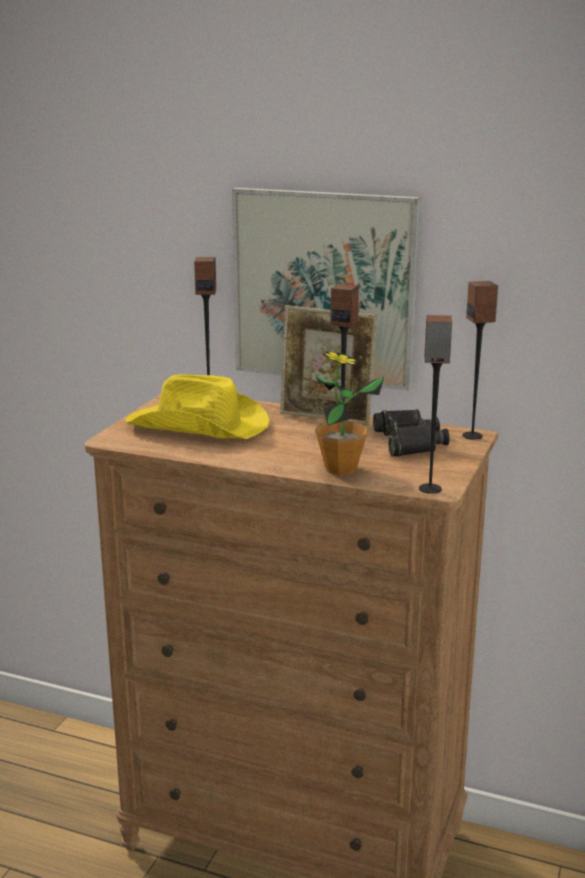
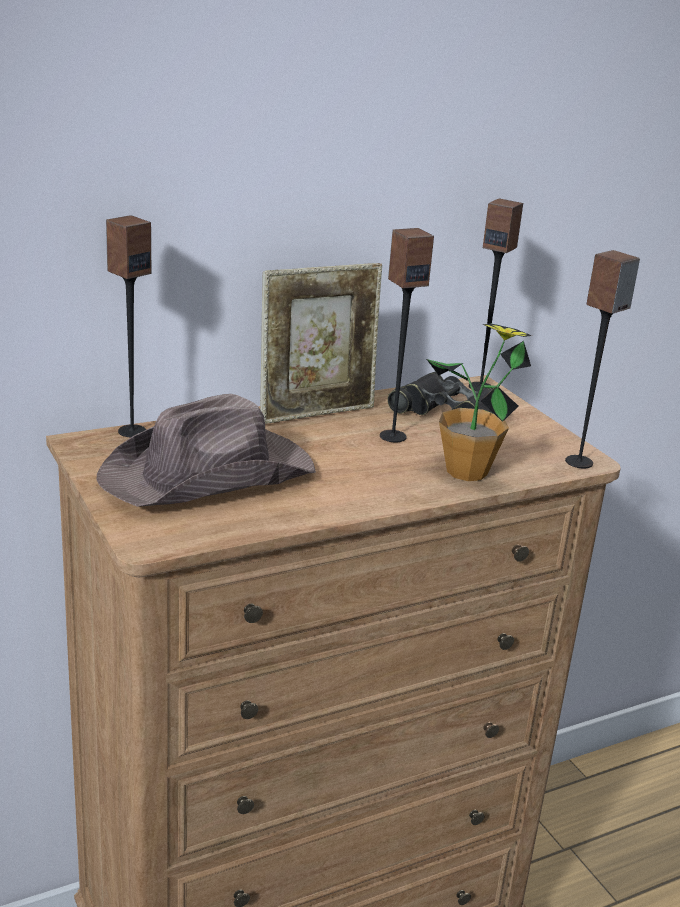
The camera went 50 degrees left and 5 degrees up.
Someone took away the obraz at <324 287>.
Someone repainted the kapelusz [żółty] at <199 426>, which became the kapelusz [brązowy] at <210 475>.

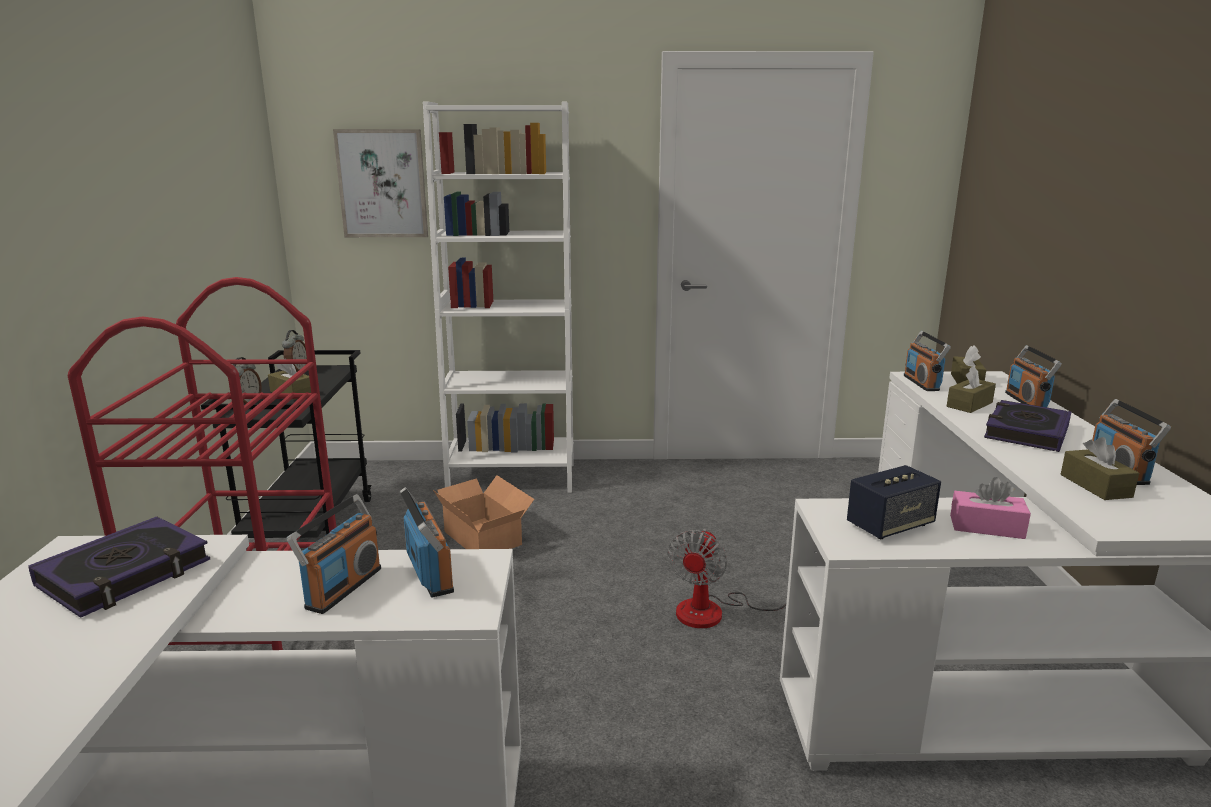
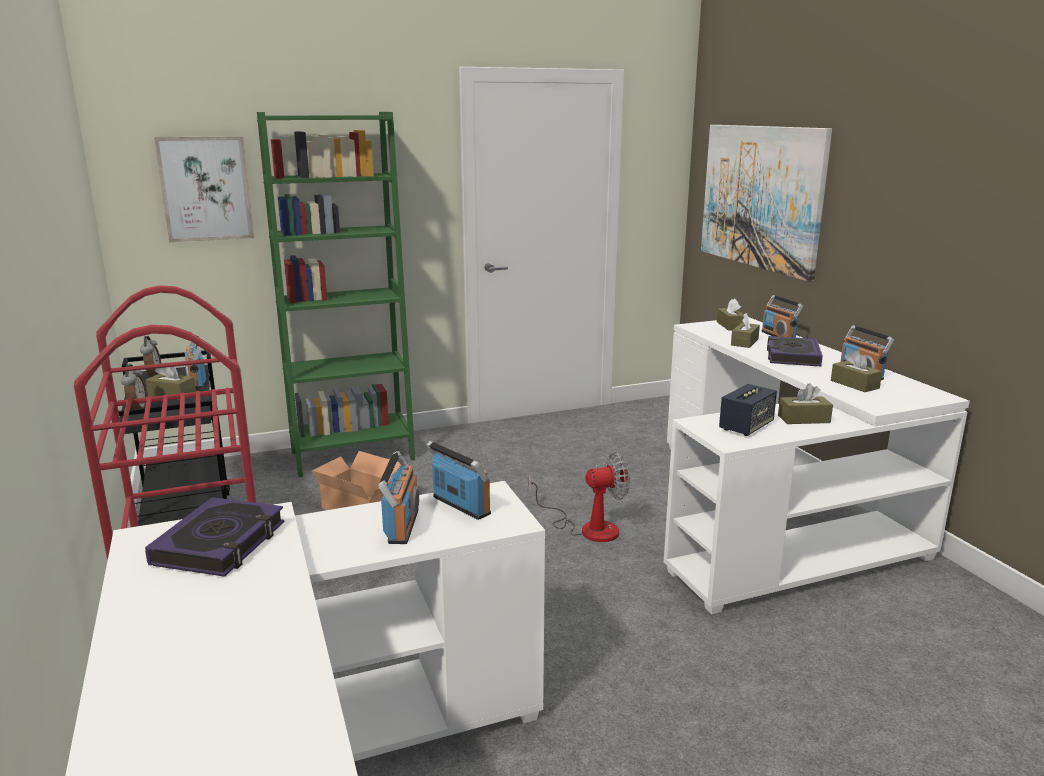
The camera went 20 degrees left and 0 degrees up.
Someone repainted the regał [biały] at <512 477>, which became the regał [zielony] at <352 455>.
Someone carried the radio from <922 383> to <196 381>.
Someone repainted the pudełko chusteczek [różowy] at <986 527>, which became the pudełko chusteczek [brązowy] at <803 419>.
Someone rotated the wentylator at <715 611> by 105 degrees counterclockwise.
Someone put up the obraz at <761 197>.

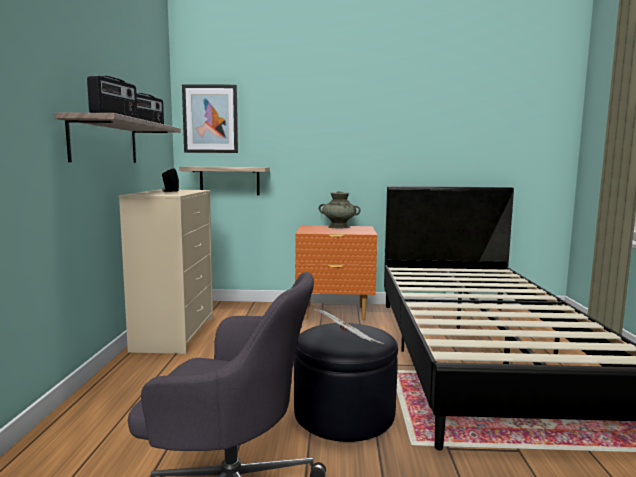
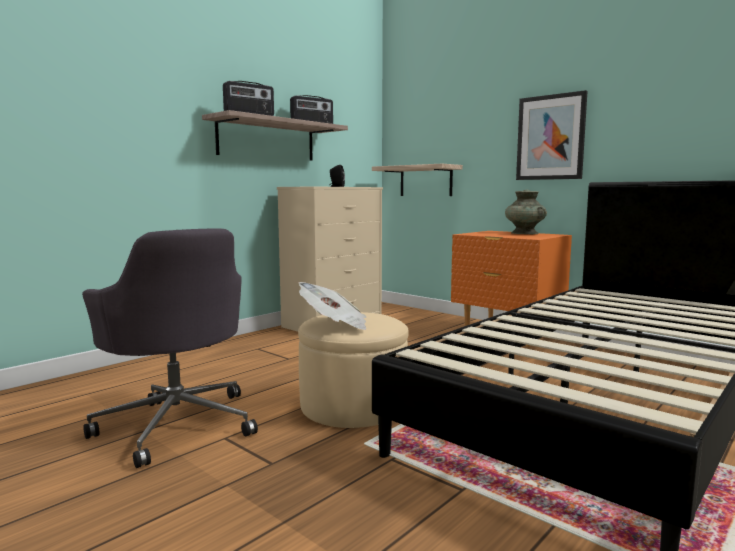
The camera went 40 degrees right and 0 degrees up.
Someone carried the obraz from <210 119> to <550 137>.
Someone repainted the pufa [czarny] at <344 413>, which became the pufa [beżowy] at <353 405>.

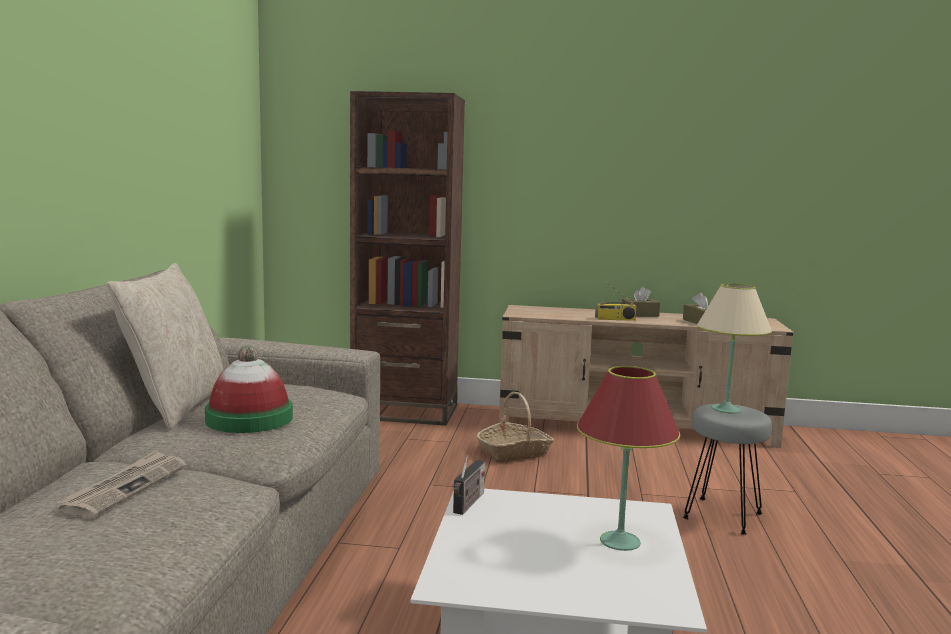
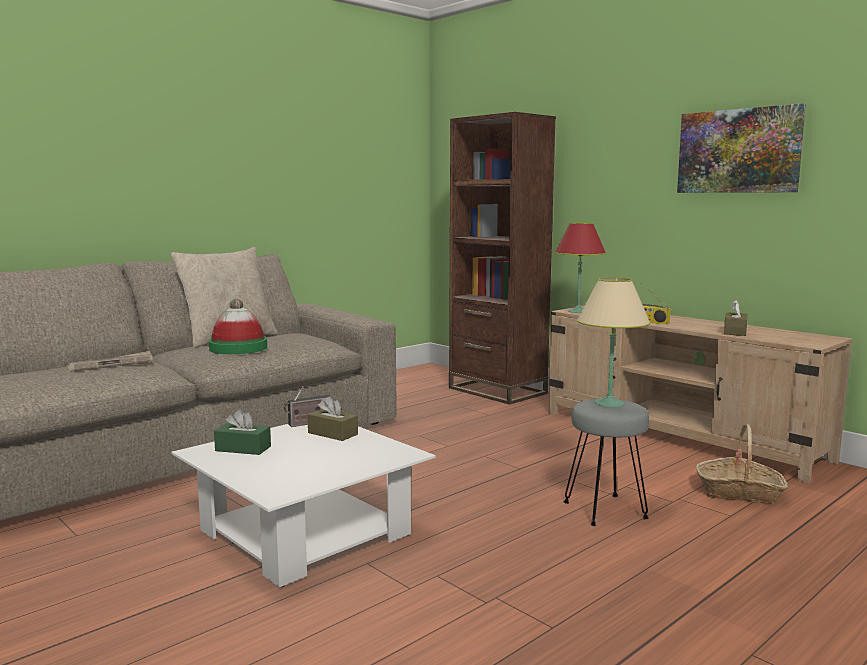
The camera went 40 degrees right and 0 degrees up.
Someone carried the pudełko chusteczek [brązowy] from <640 315> to <333 433>.
Someone carried the lampa stołowa [czerwony] from <620 542> to <578 311>.
Someone carried the koszyk from <514 453> to <739 492>.
Someone put up the obraz at <738 151>.
Someone put down the pudełko chusteczek [zielony] at <243 448>.

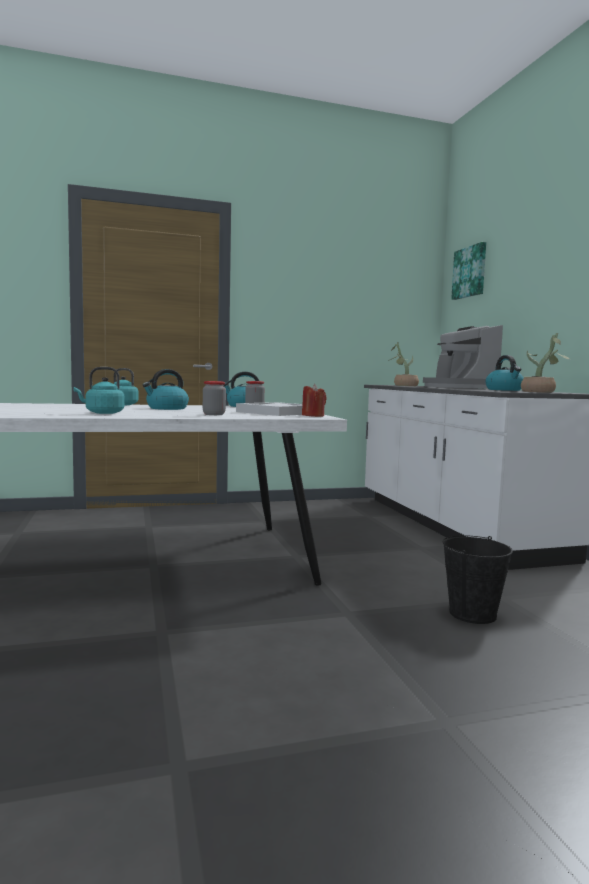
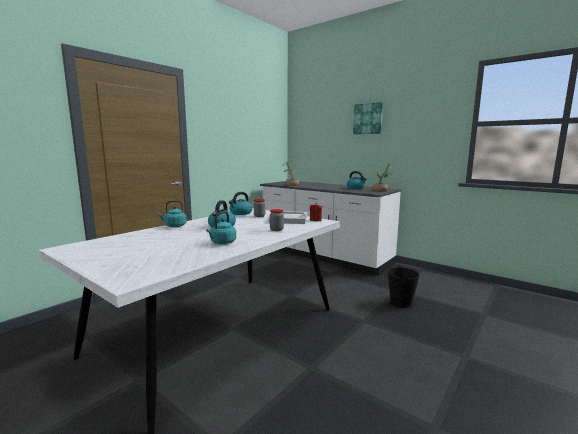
The camera went 35 degrees left and 5 degrees up.
Someone carried the obraz from <470 272> to <368 118>.
Someone took away the ekspres do kawy at <458 387>.

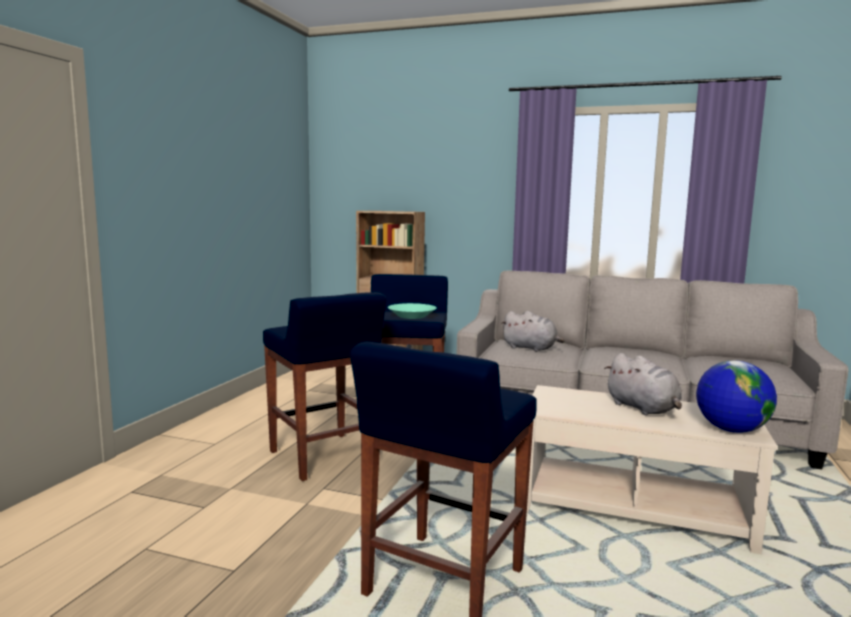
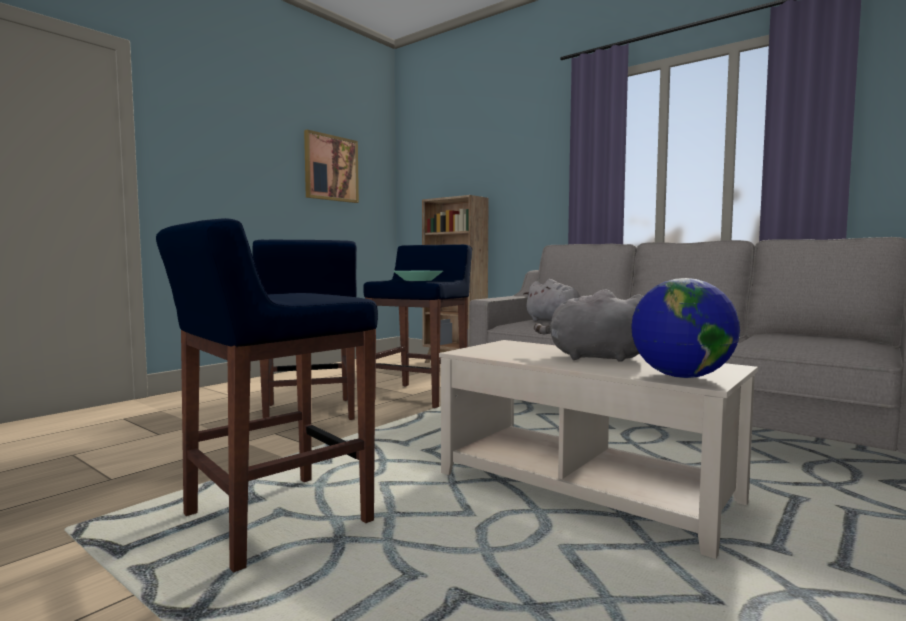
The camera went 20 degrees right and 5 degrees down.
Someone rotated the pluszak [szary] at <643 409> by 120 degrees clockwise.
Someone put up the obraz at <331 168>.

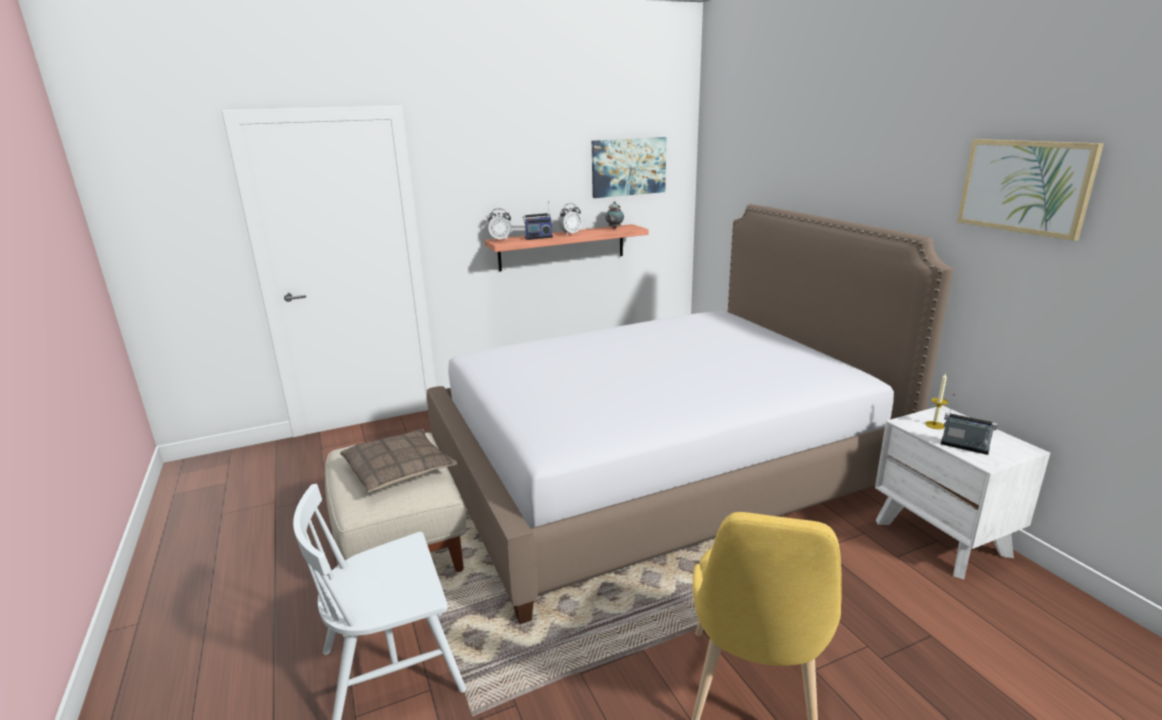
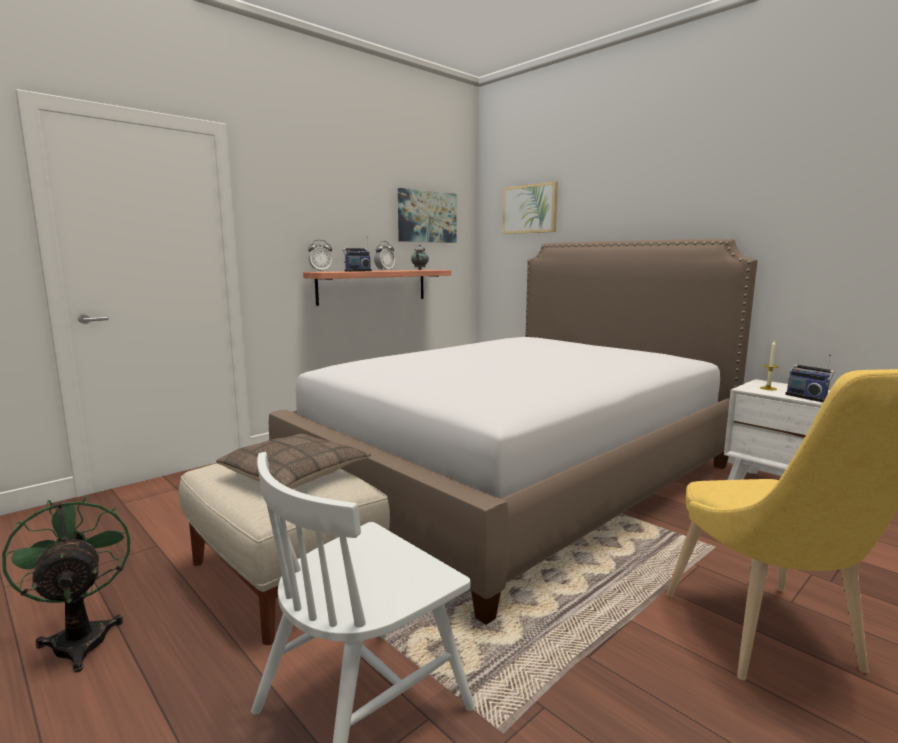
The camera went 20 degrees left and 10 degrees down.
Someone carried the obraz from <1025 186> to <530 209>.
Someone rotated the radio at <964 447> by 135 degrees counterclockwise.
Someone put down the wentylator [zielony] at <81 637>.

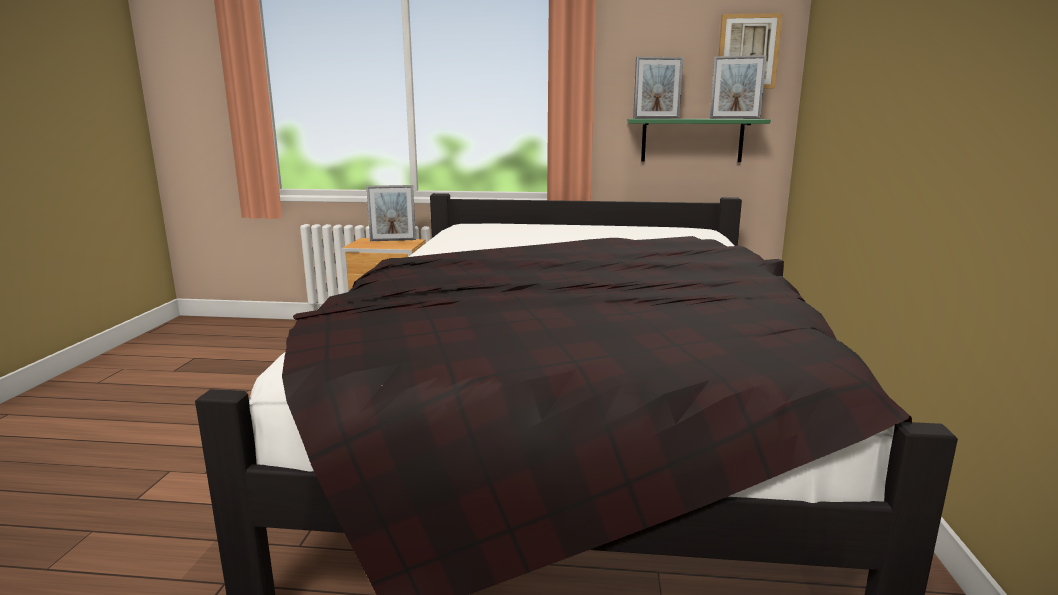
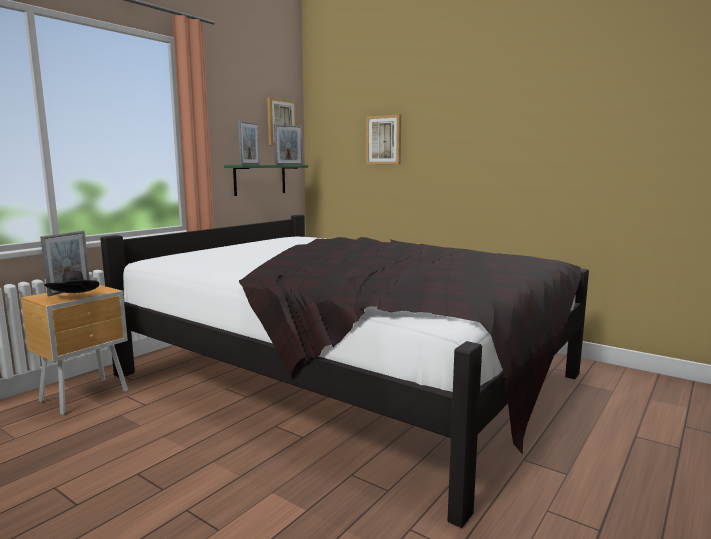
The camera went 60 degrees left and 5 degrees down.
Someone put up the obraz at <384 140>.
Someone put down the kapelusz [czarny] at <74 297>.

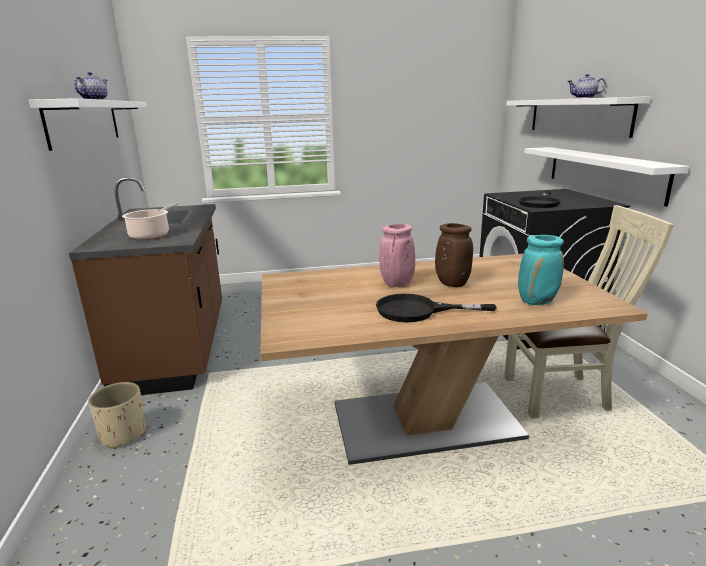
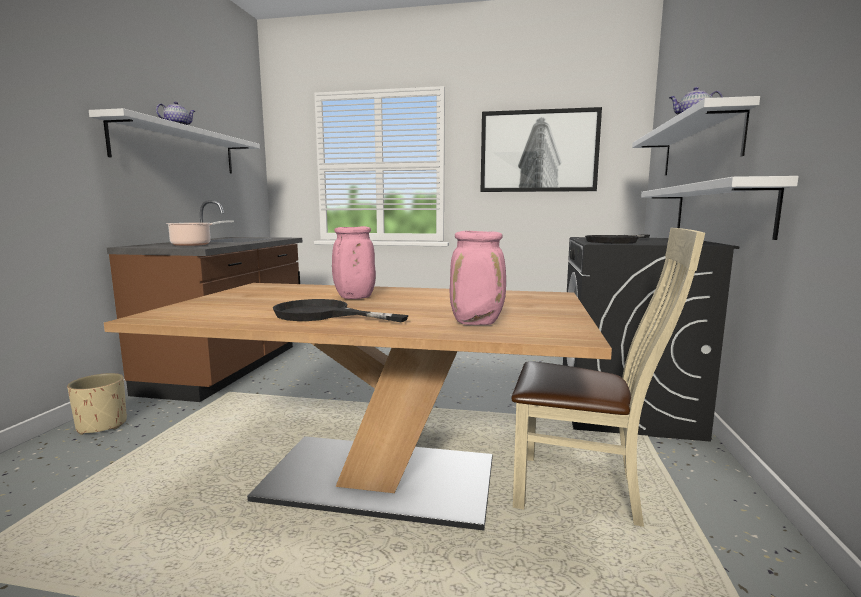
The camera went 20 degrees right and 10 degrees down.
Someone took away the wazon [brązowy] at <451 284>.
Someone repainted the wazon [turkusowy] at <537 301>, which became the wazon [różowy] at <477 323>.
Someone put up the obraz at <538 151>.

